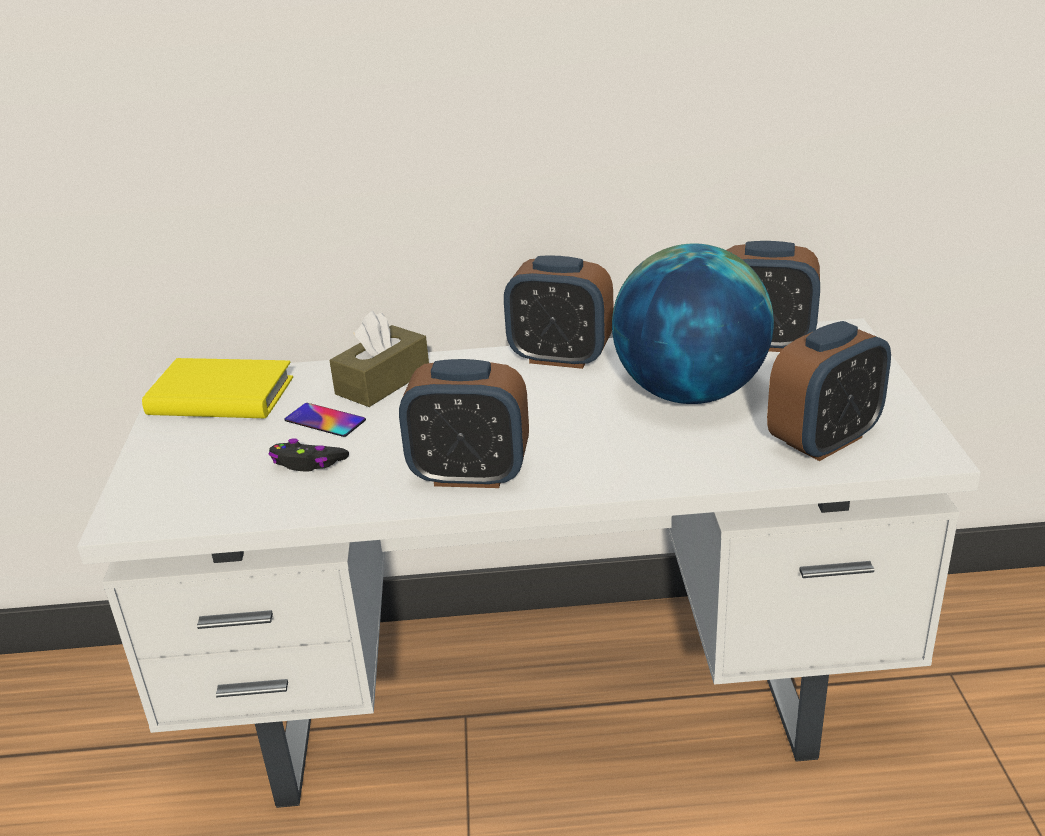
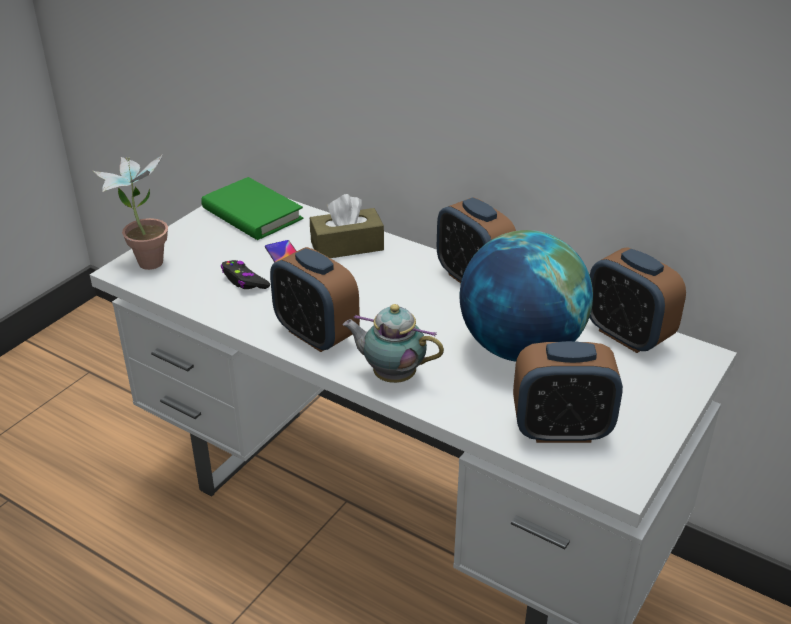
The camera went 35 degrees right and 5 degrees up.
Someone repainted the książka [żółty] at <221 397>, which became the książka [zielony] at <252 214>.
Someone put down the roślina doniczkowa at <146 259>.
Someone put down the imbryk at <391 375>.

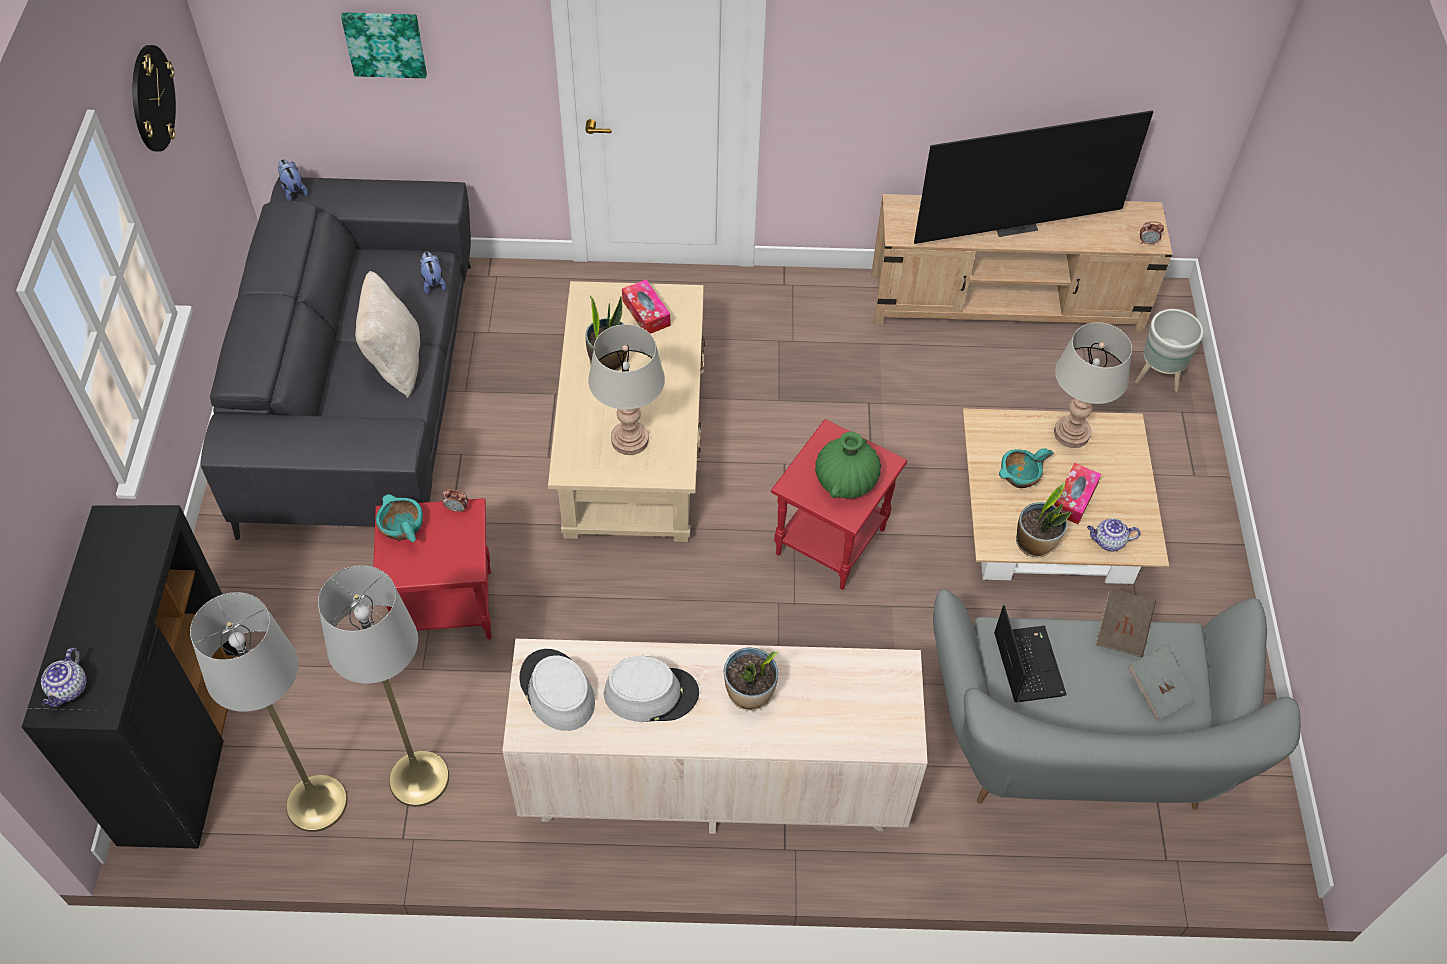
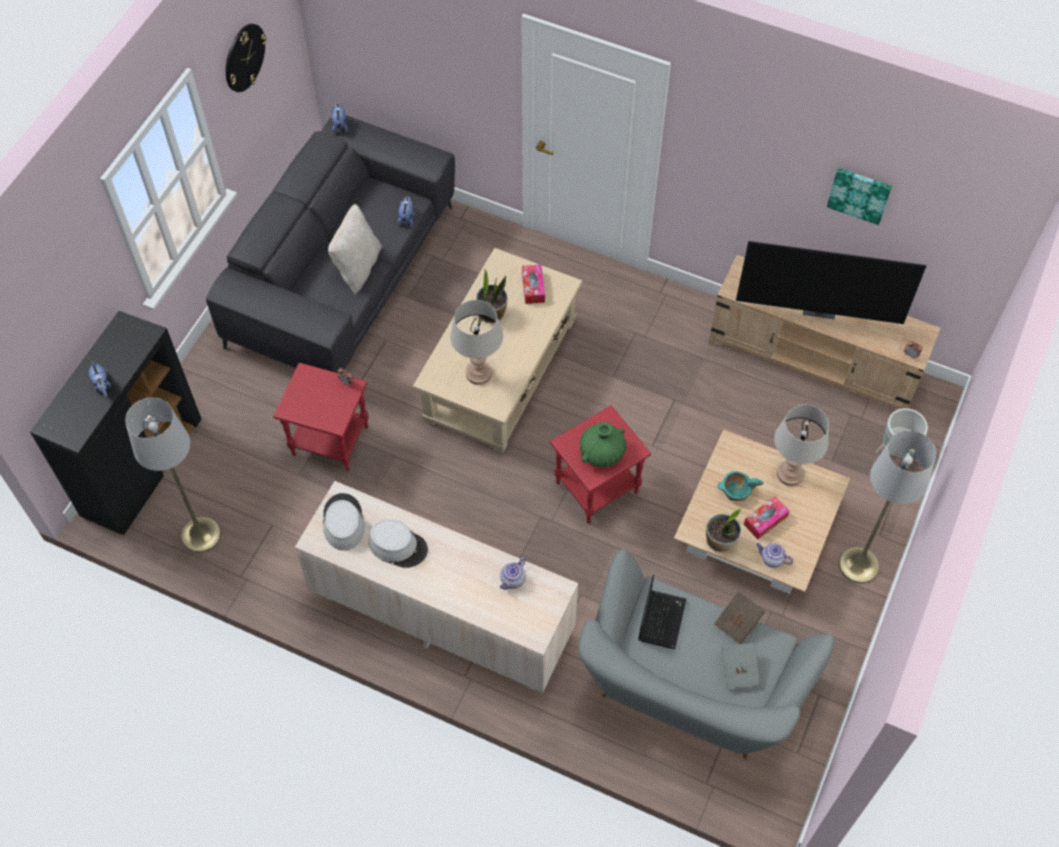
The camera went 25 degrees right and 5 degrees up.
Someone carried the obraz from <385 43> to <859 194>.
Someone took away the miska [turkusowy] at <401 527>.
Someone carried the lampa stojąca [szary] from <419 778> to <858 565>.
Someone carried the imbryk from <69 689> to <512 580>.
Someone took away the roślina doniczkowa at <750 694>.
Someone put down the pluszak at <102 386>.

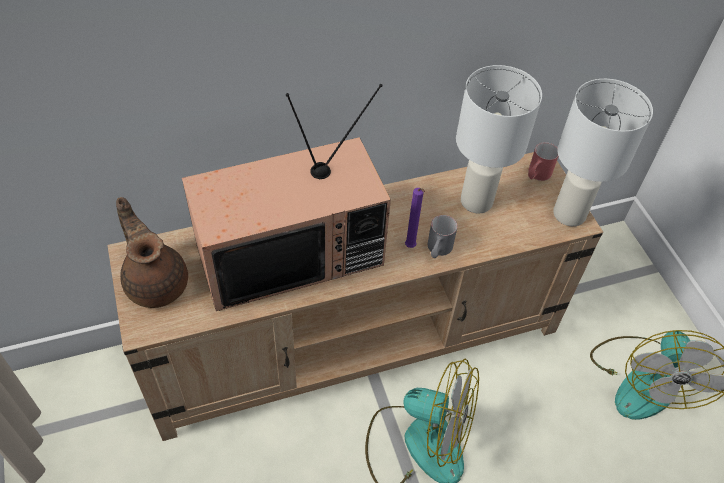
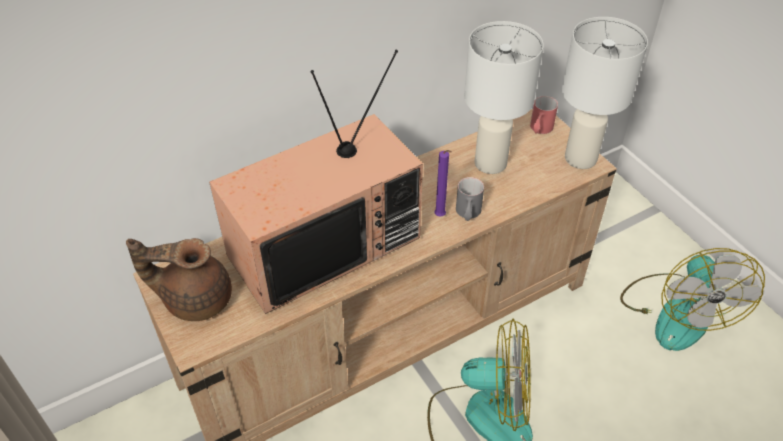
The camera went 10 degrees left and 5 degrees down.
Someone rotated the imbryk [brązowy] at <156 282> by 45 degrees counterclockwise.

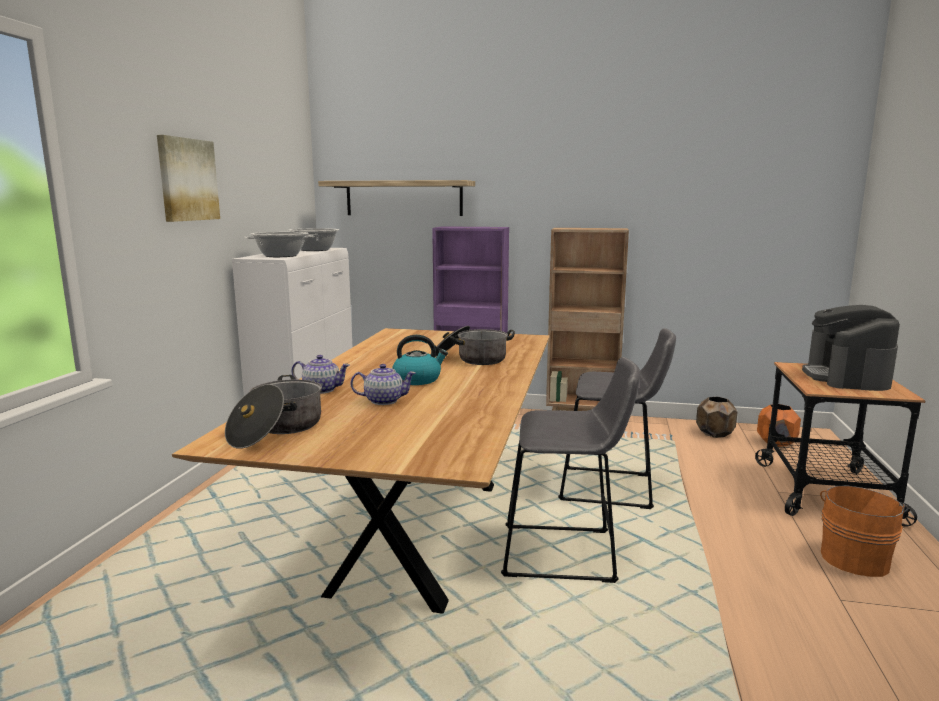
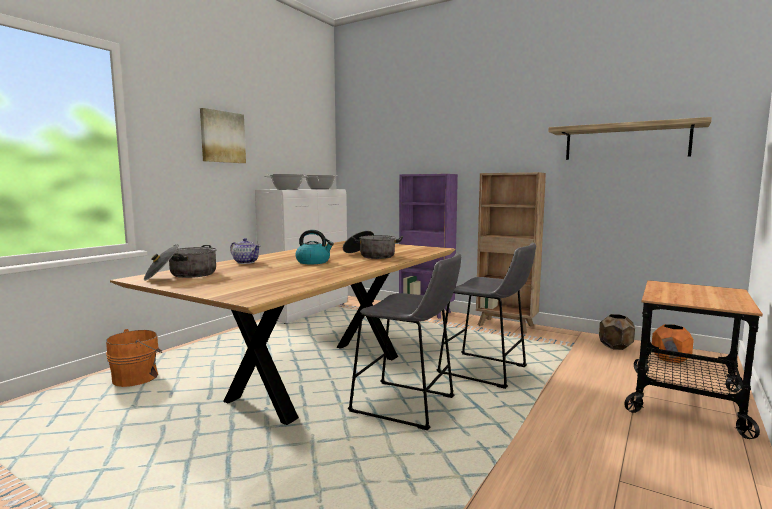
The camera went 20 degrees right and 5 degrees down.
Someone carried the półka from <404 198> to <625 142>.
Someone took away the ekspres do kawy at <846 377>.
Someone took away the imbryk at <383 401>.
Someone carried the wiadro [pomarańczowy] from <854 558> to <138 378>.

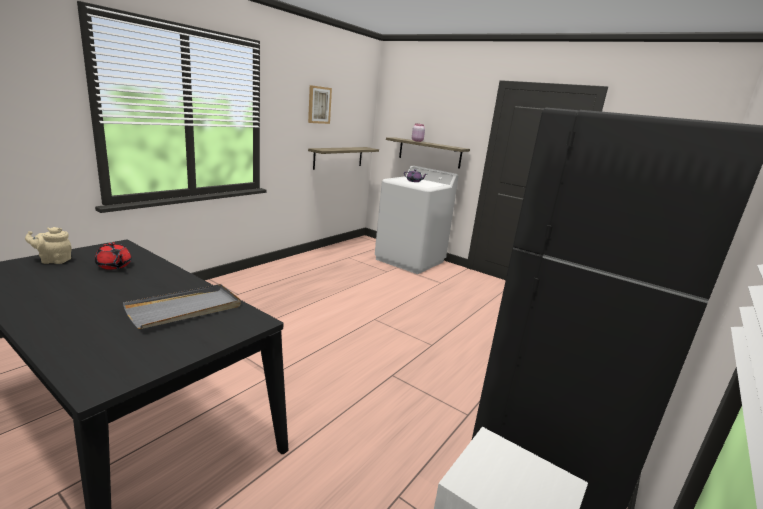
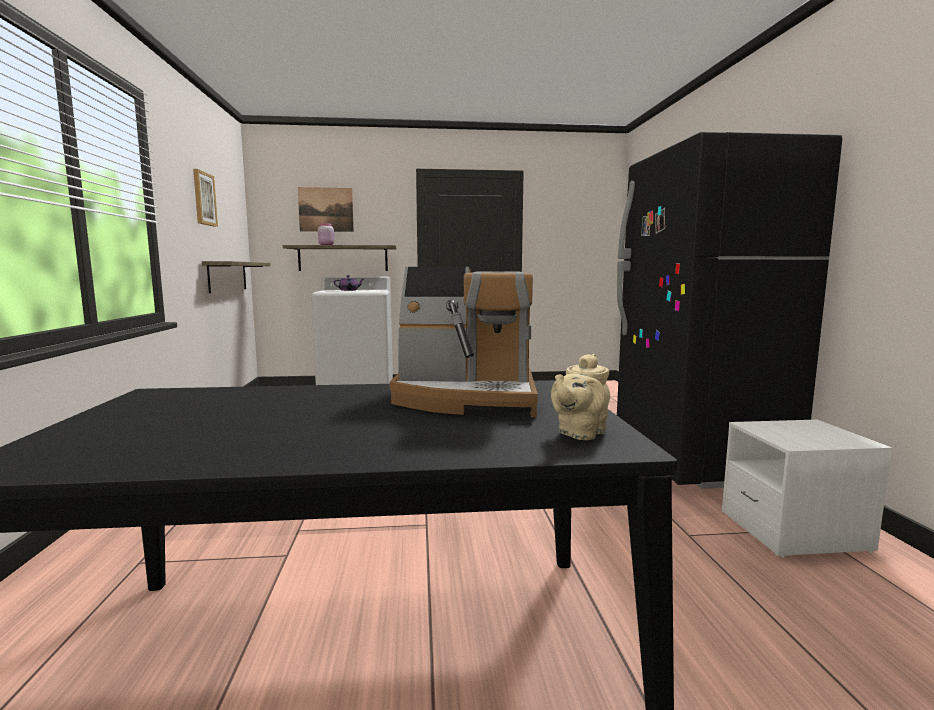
The camera went 40 degrees left and 10 degrees down.
Someone carried the imbryk [beżowy] from <53 260> to <579 433>.
Someone took away the imbryk [czerwony] at <114 266>.
Someone swapped the taca [szary] at <185 309> for the ekspres do kawy at <467 398>.
Someone put up the obraz at <326 209>.

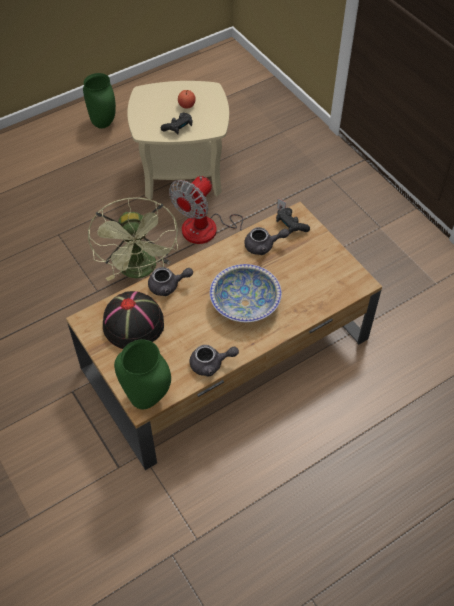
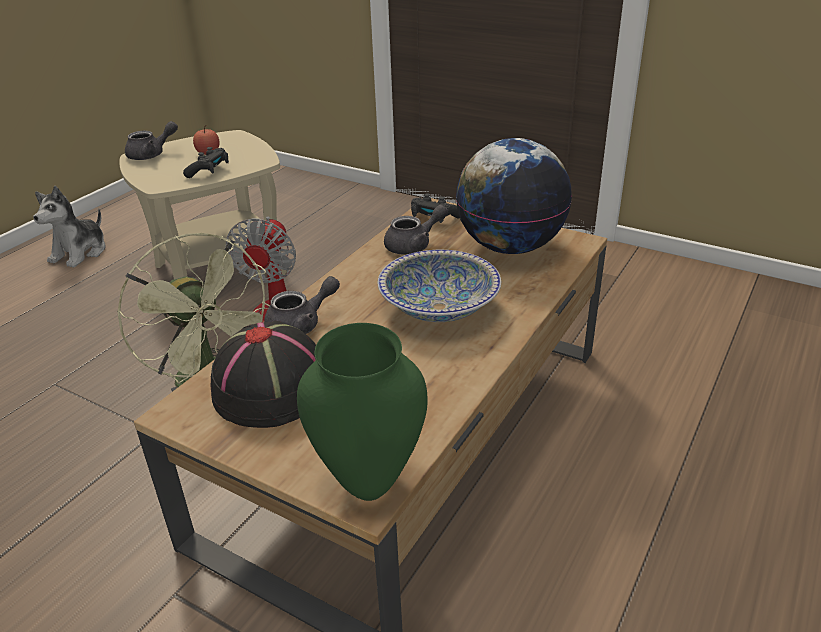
The camera went 25 degrees left and 20 degrees down.
Someone swapped the wazon [zielony] at <104 124> for the pluszak at <80 252>.
Someone carried the imbryk [szary] from <211 364> to <151 154>.
Someone put down the globus at <510 246>.

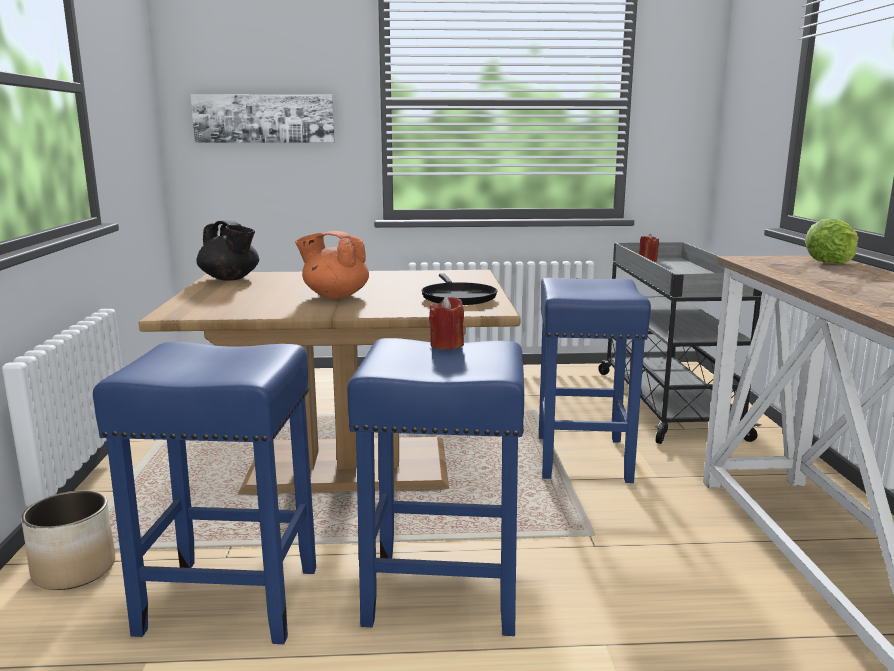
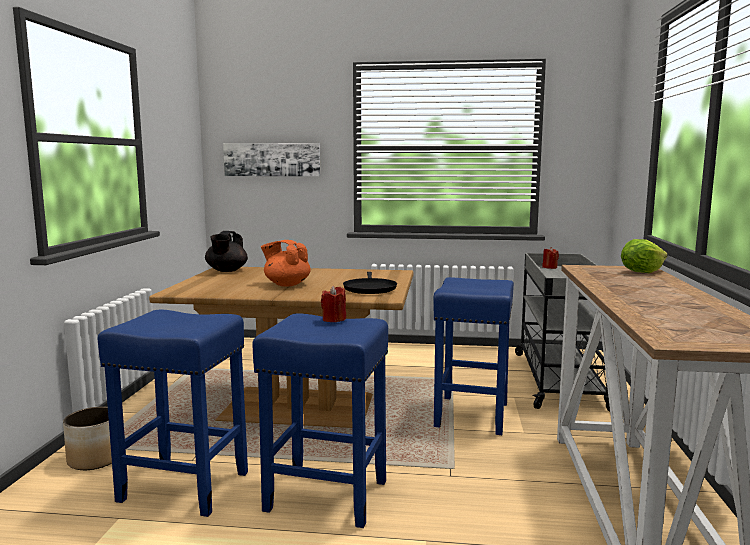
The camera went 10 degrees right and 5 degrees down.
Someone rotated the imbryk [czarny] at <230 279> by 45 degrees clockwise.

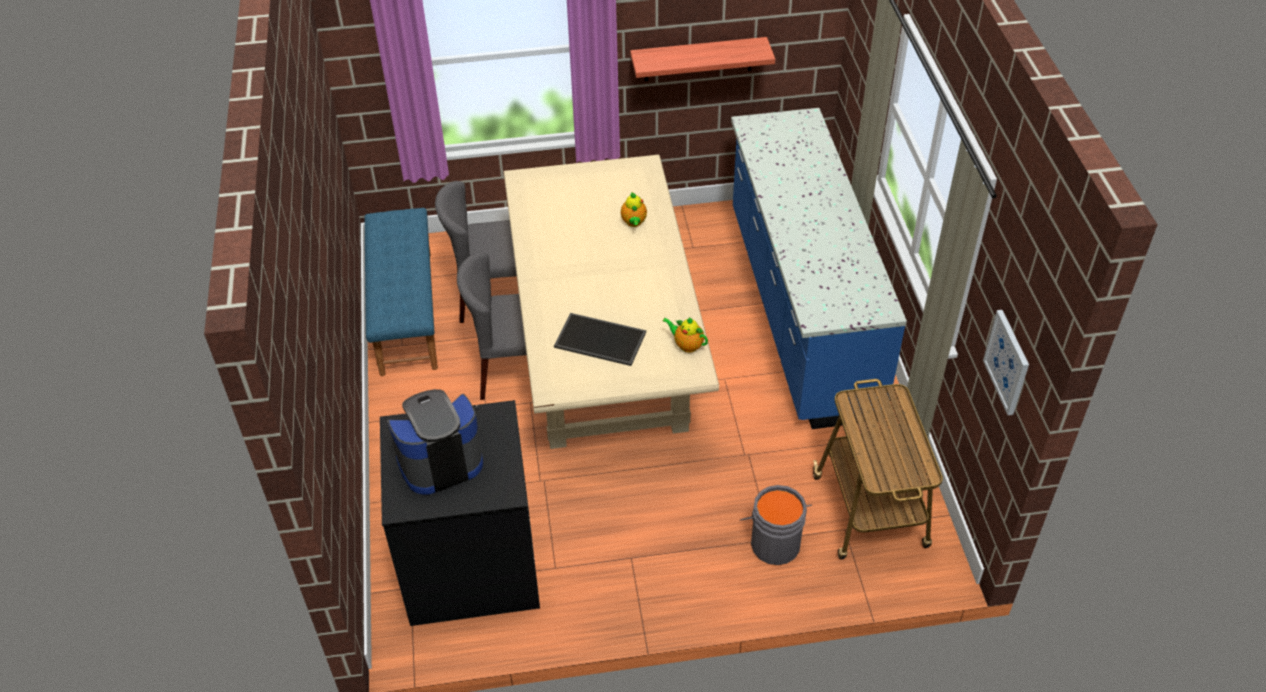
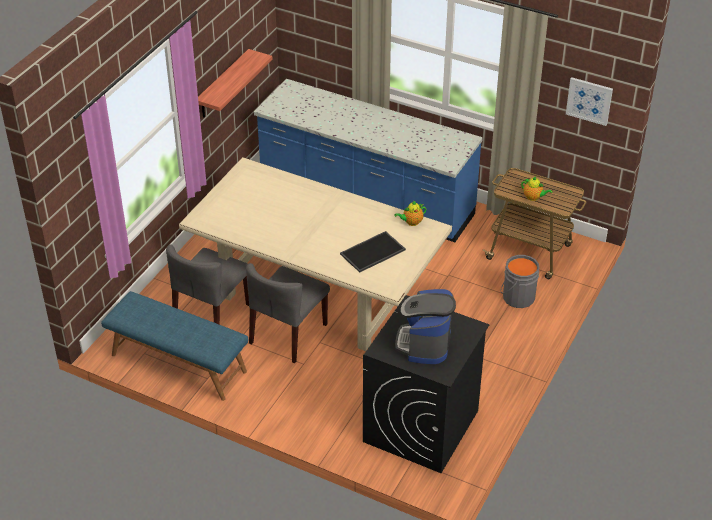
The camera went 55 degrees left and 5 degrees down.
Someone carried the imbryk from <634 223> to <533 197>.

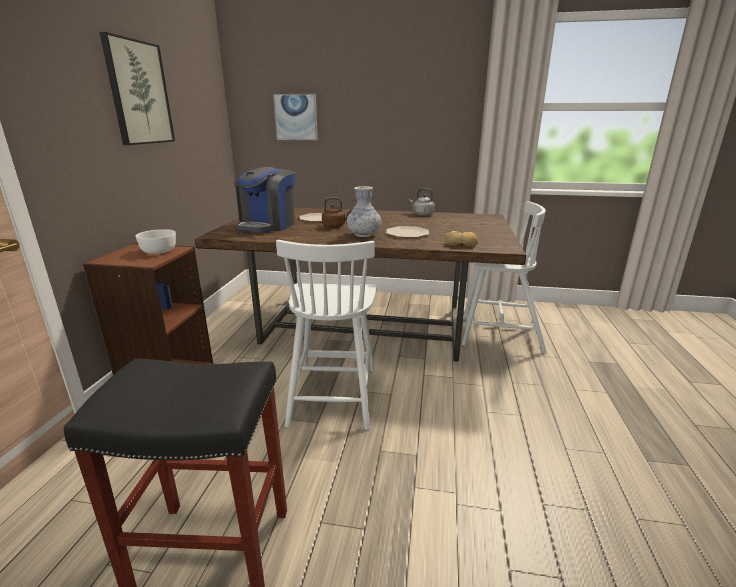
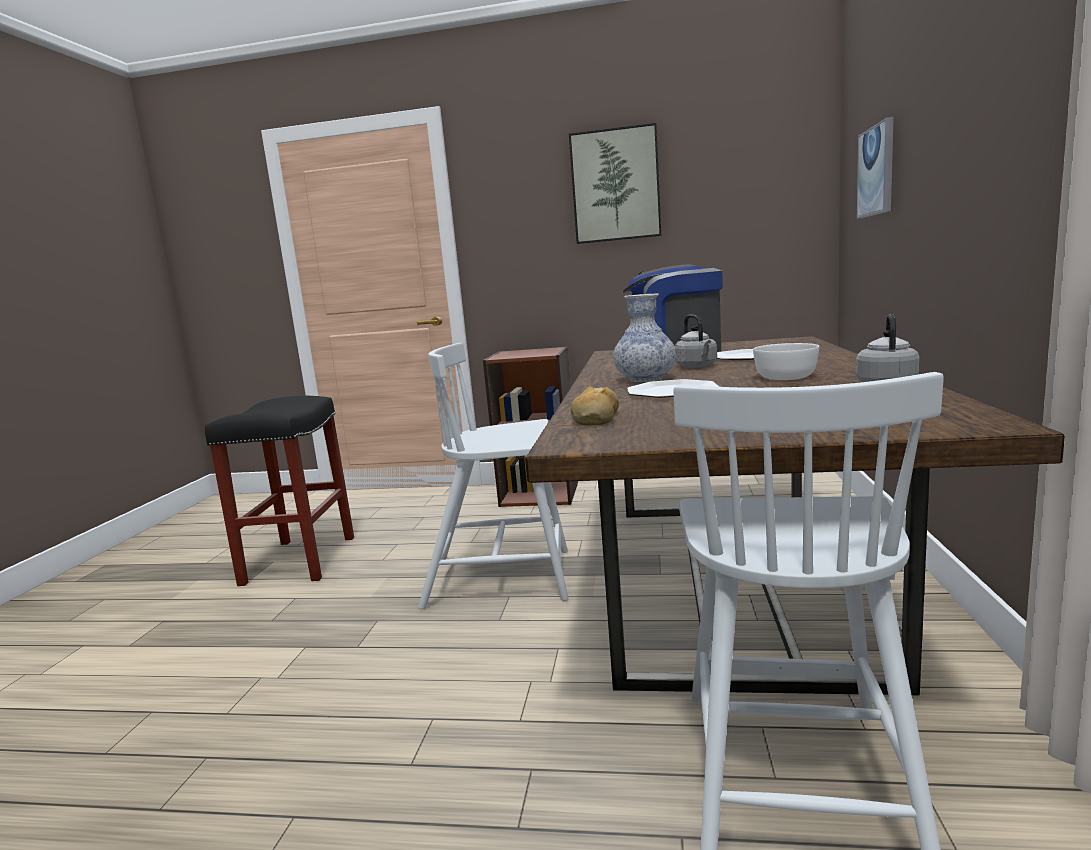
The camera went 90 degrees right and 10 degrees down.
Someone repainted the czajnik [brązowy] at <335 226>, which became the czajnik [szary] at <697 366>.
Someone carried the miska [biały] from <159 251> to <786 377>.

